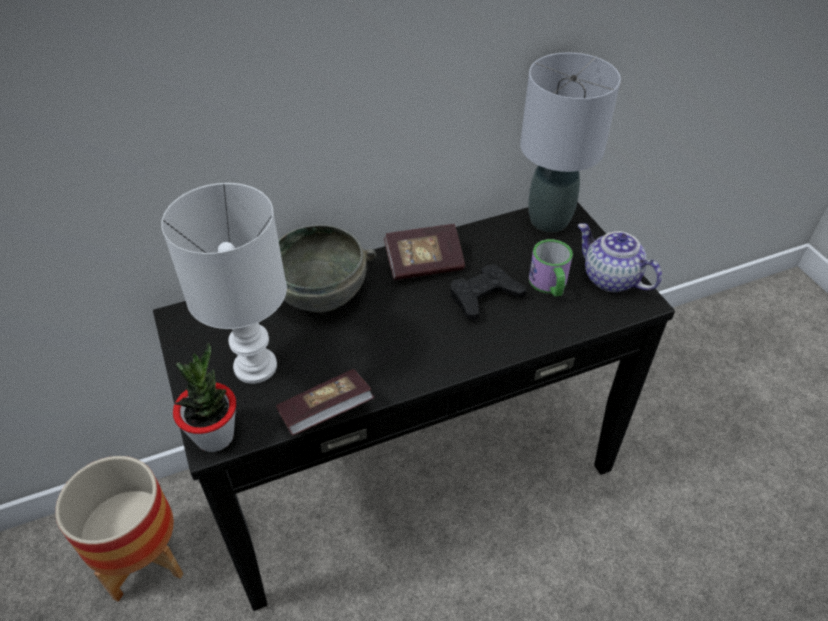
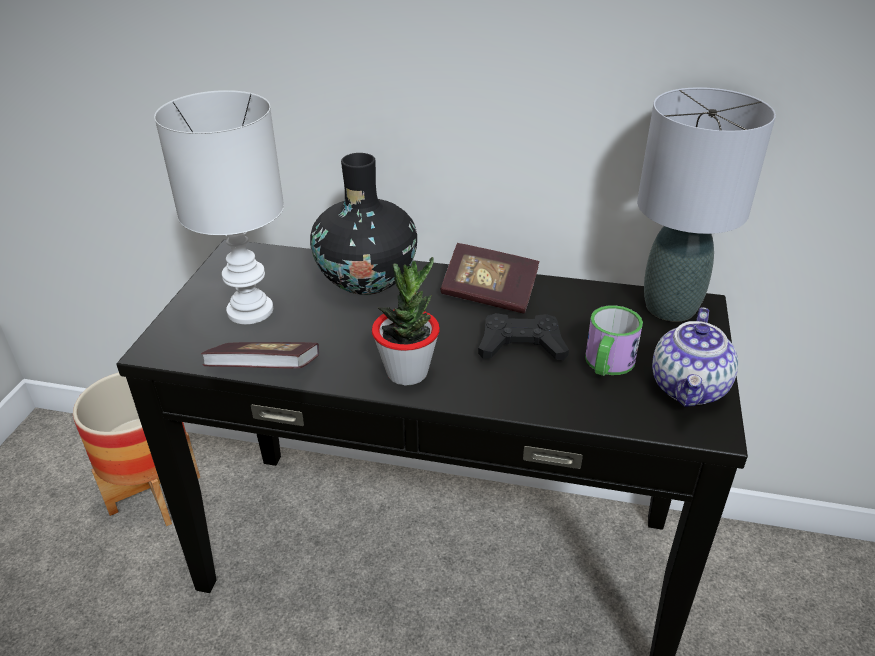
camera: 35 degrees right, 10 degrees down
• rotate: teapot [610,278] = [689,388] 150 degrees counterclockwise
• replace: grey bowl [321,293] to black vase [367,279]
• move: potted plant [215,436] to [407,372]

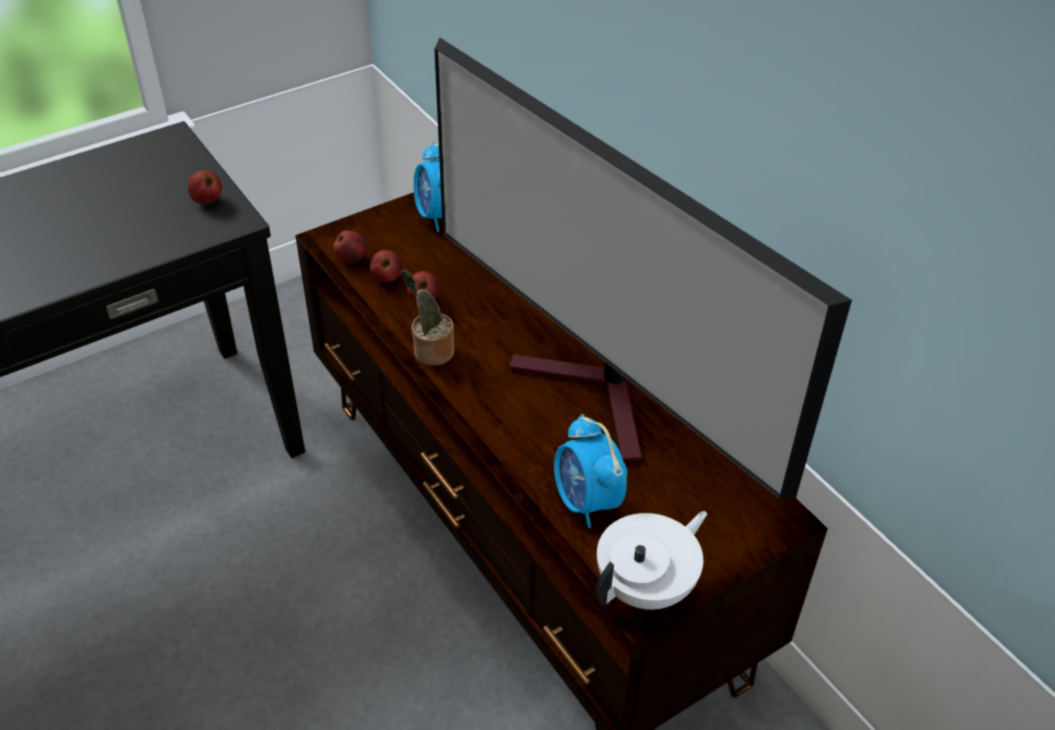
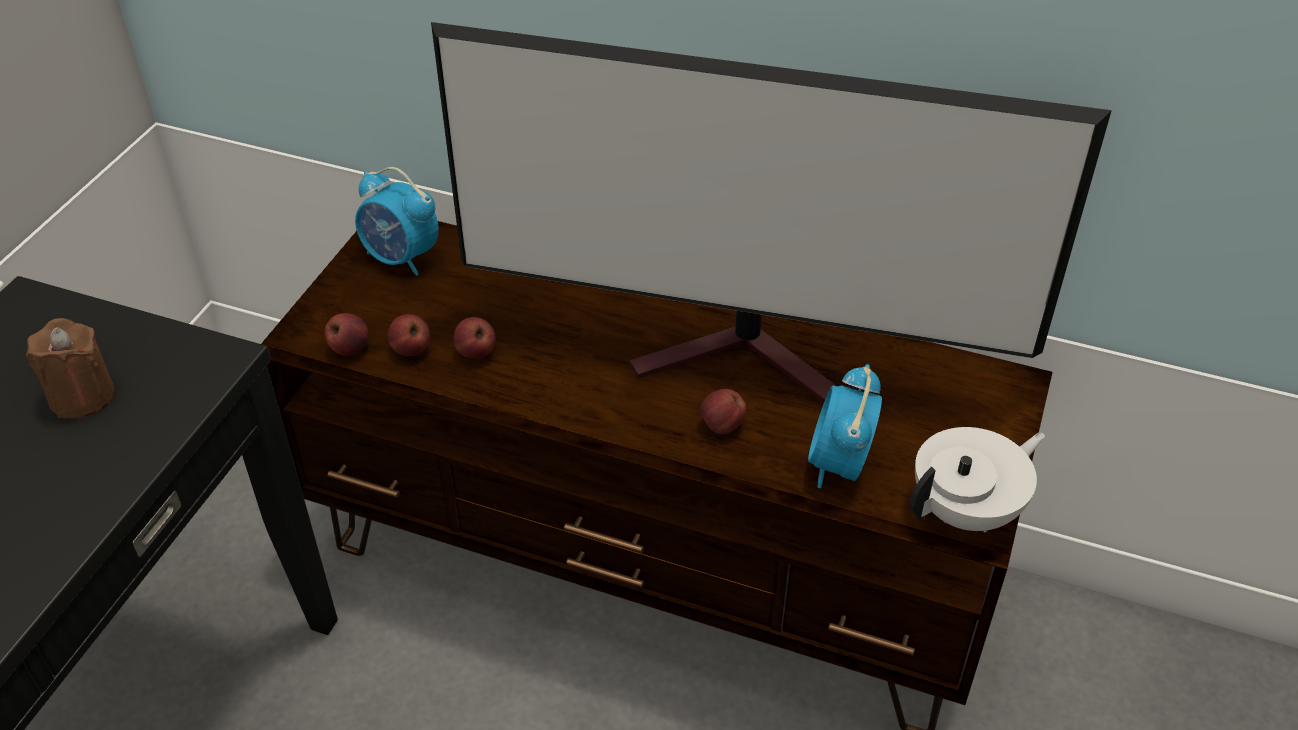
camera: 35 degrees left, 0 degrees up
• move: apple [207,200] to [721,426]
• delete: potted plant [430,352]
• rotate: alarm clock [586,502] = [839,465] 75 degrees clockwise
• rotate: white teapot [647,587] = [967,511] 45 degrees clockwise
• insert: brown candle [82,396]

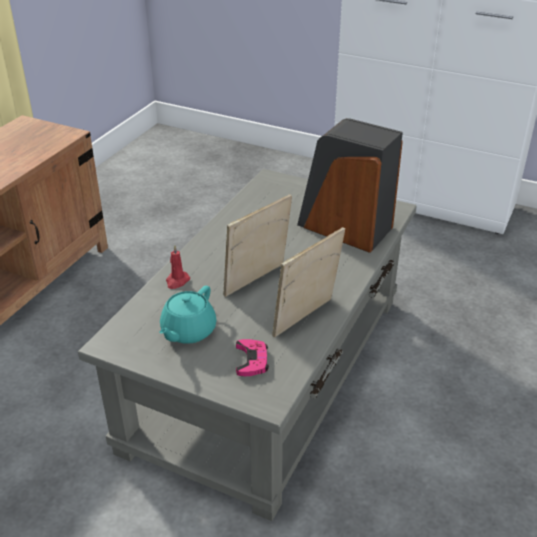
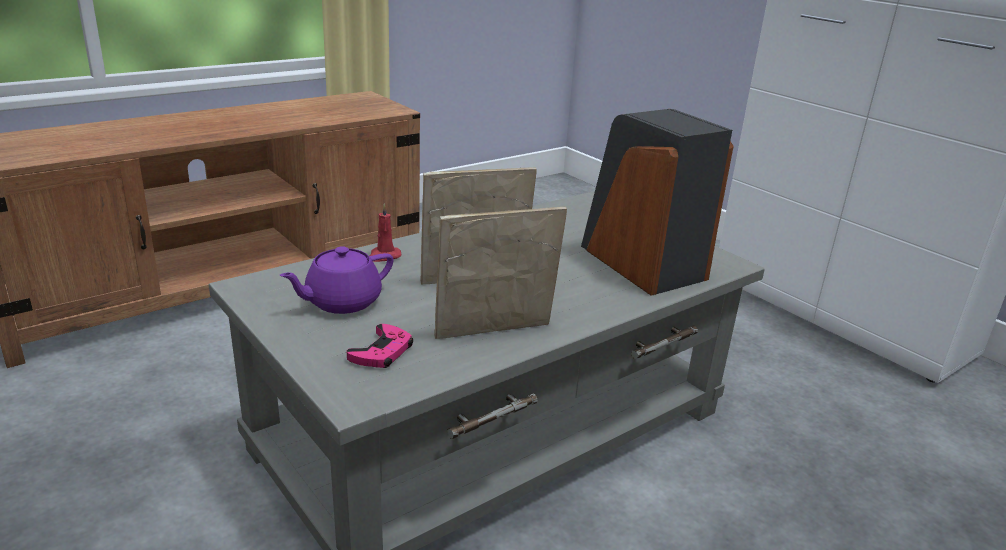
camera: 25 degrees right, 10 degrees down
• recolor: turquoise teapot [187,331] to purple teapot [341,302]

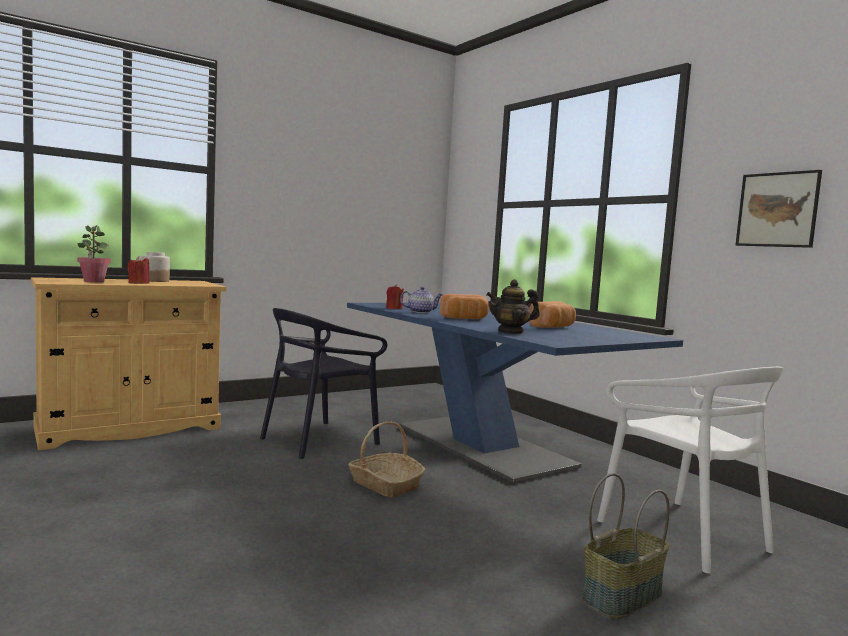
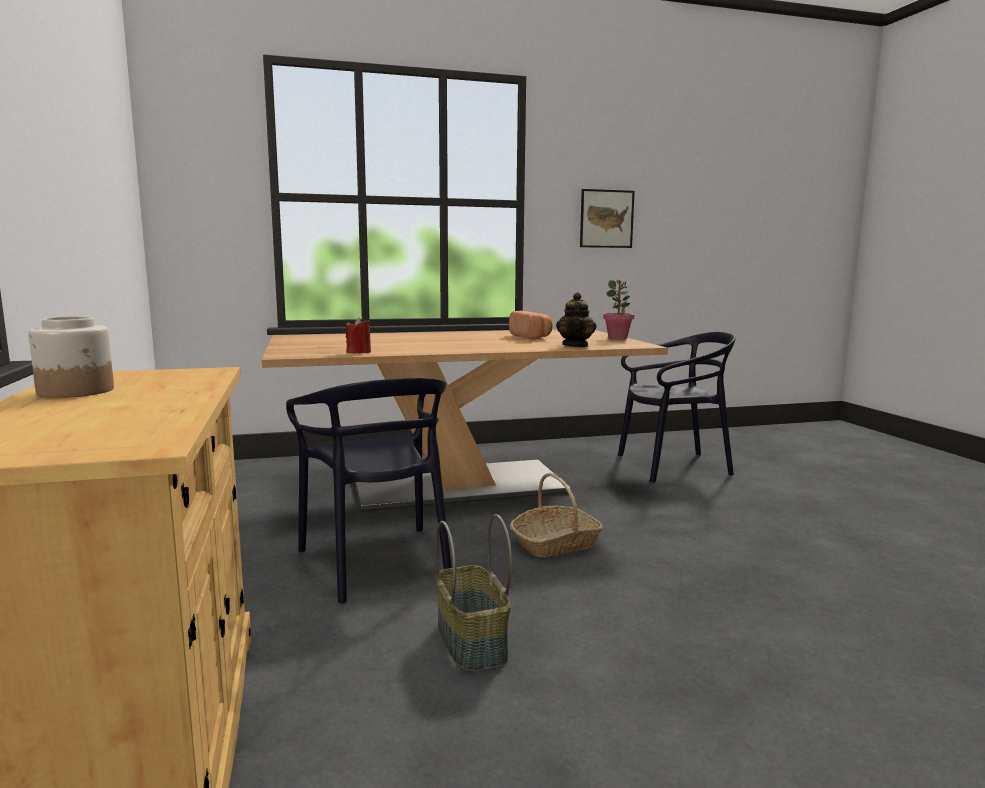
camera: 70 degrees left, 5 degrees up
• move: potted plant [93,281] to [618,338]
• delete: red candle [138,283]
• delete: teapot [421,312]
• delete: bread [465,319]
• recolor: blue dining table [483,447] to beige dining table [459,485]
• recolor: white chair [683,534] to black chair [672,466]
• move: basket [621,595] to [469,642]

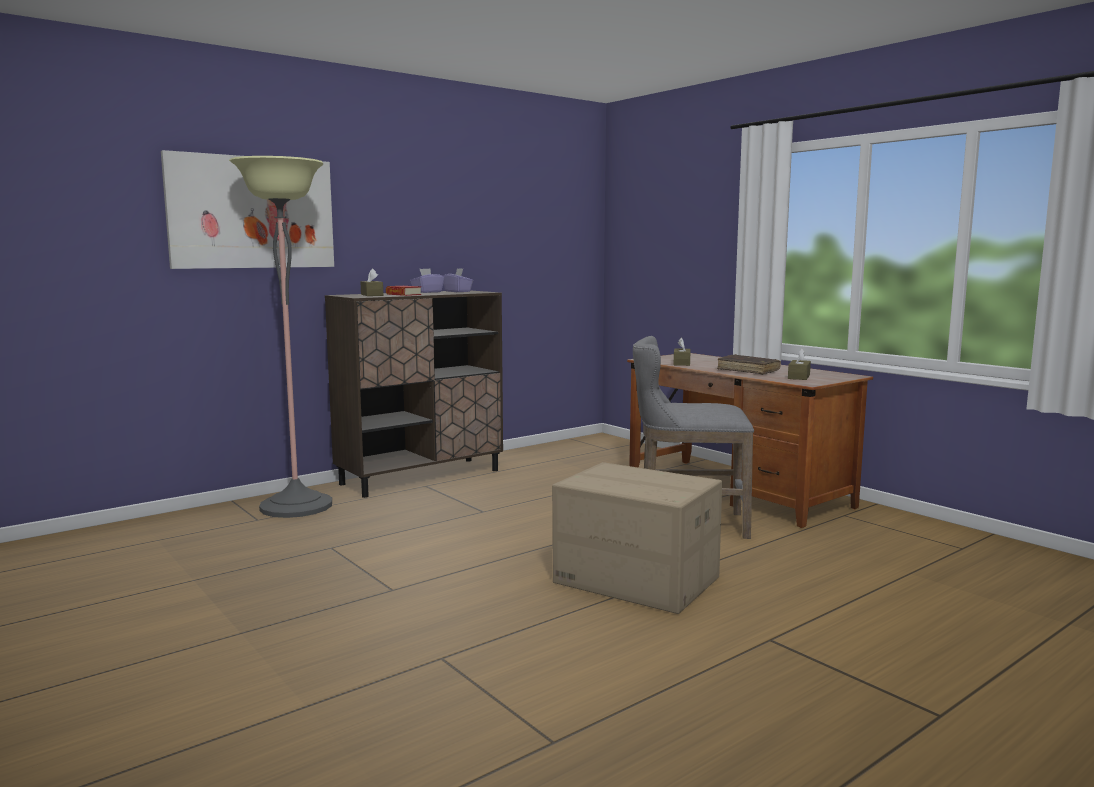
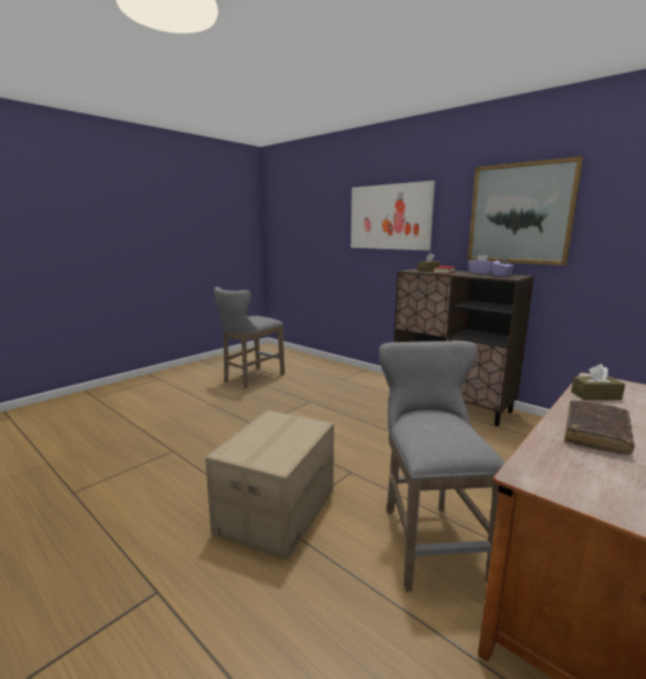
camera: 80 degrees right, 5 degrees up
• delete: floor lamp [296,506]
• delete: brown tissue box [798,377]
• insert: picture [520,214]
• insert: grey stool [251,378]

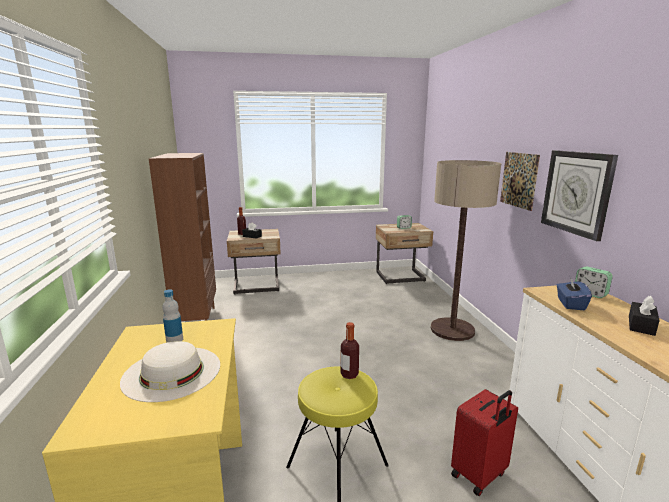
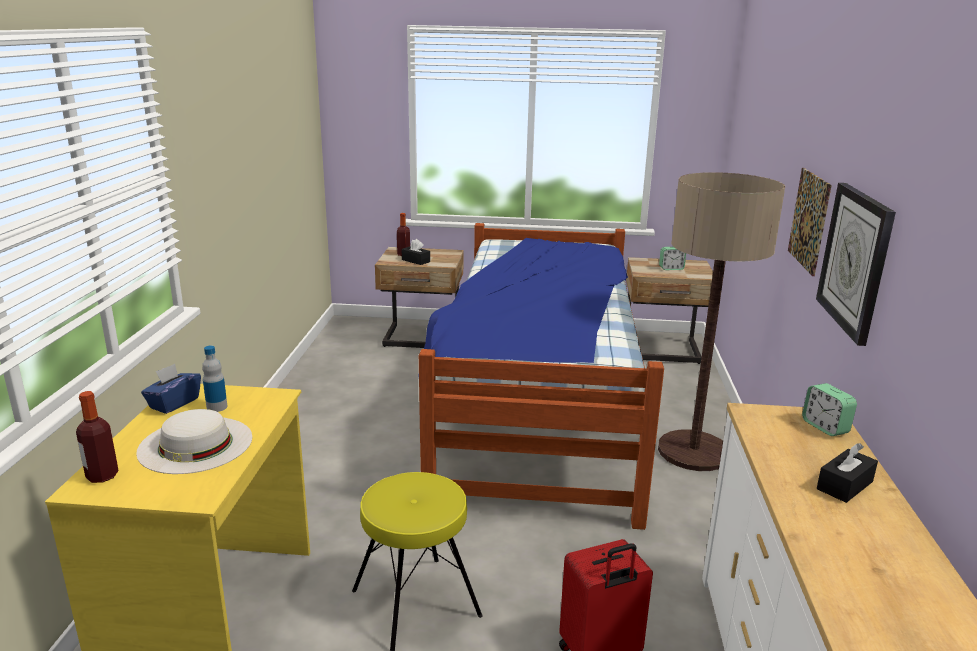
camera: 15 degrees right, 5 degrees up
• delete: brown bookcase [196,320]
• move: blue tissue box [570,304] to [174,403]
• move: bottle [349,374] to [102,476]
• insert: bed [537,406]

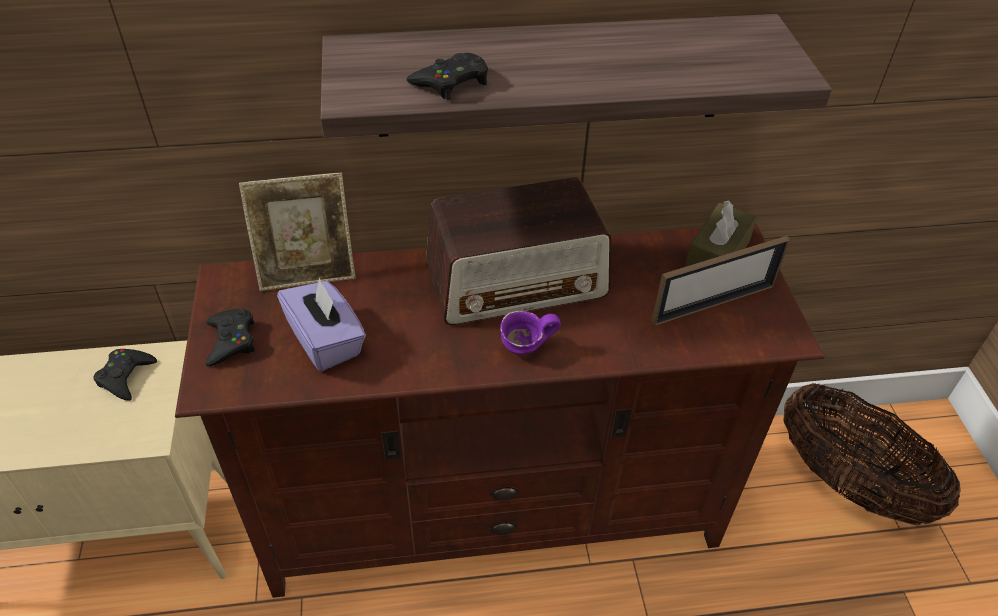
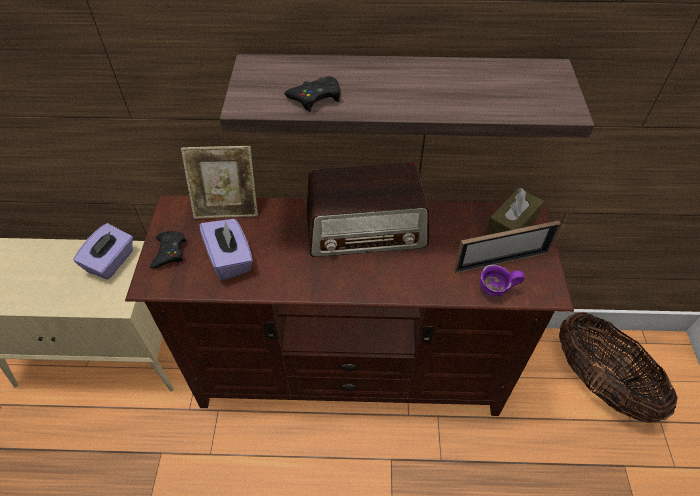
camera: 10 degrees right, 5 degrees up
• move: purple mug [526,350] to [495,292]
• replace: black game controller [125,377] to purple tissue box [111,262]

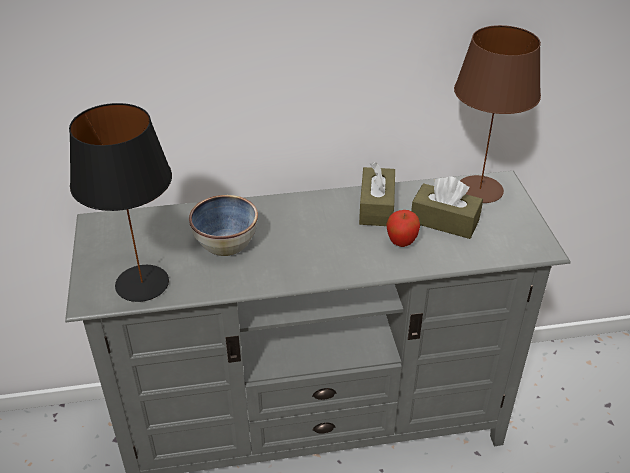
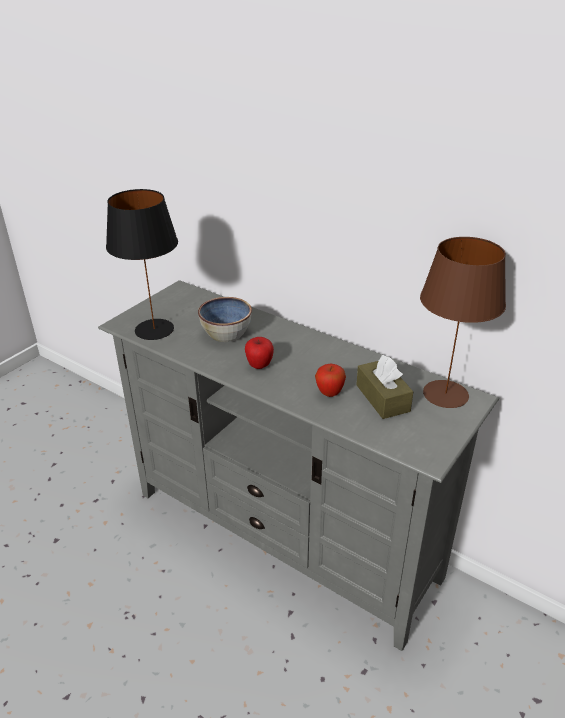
camera: 45 degrees right, 5 degrees down
• delete: brown tissue box [376,206]
• insert: apple [259,365]

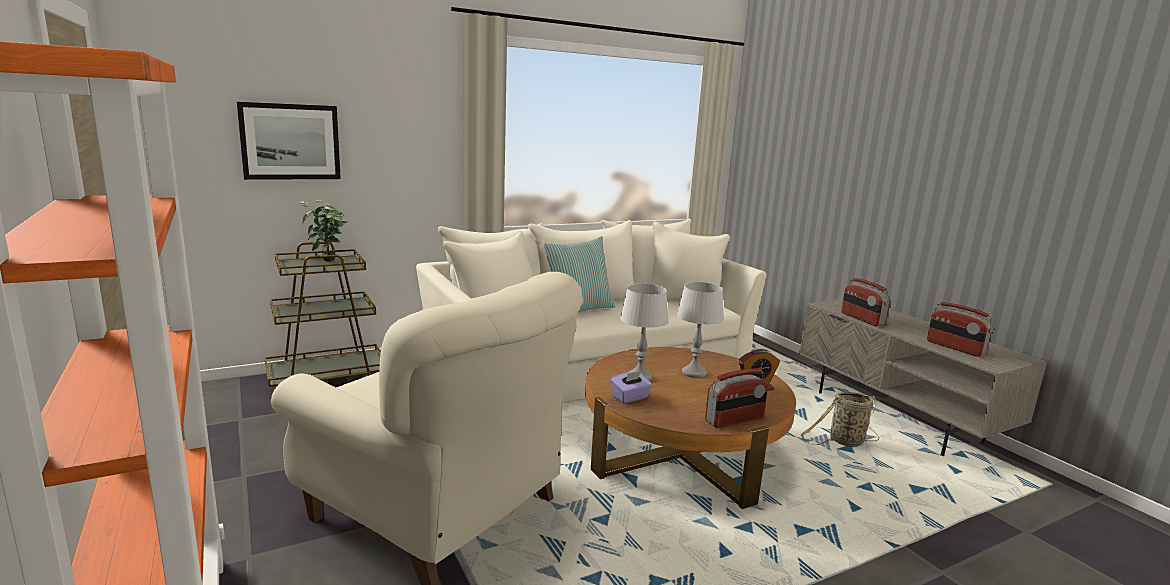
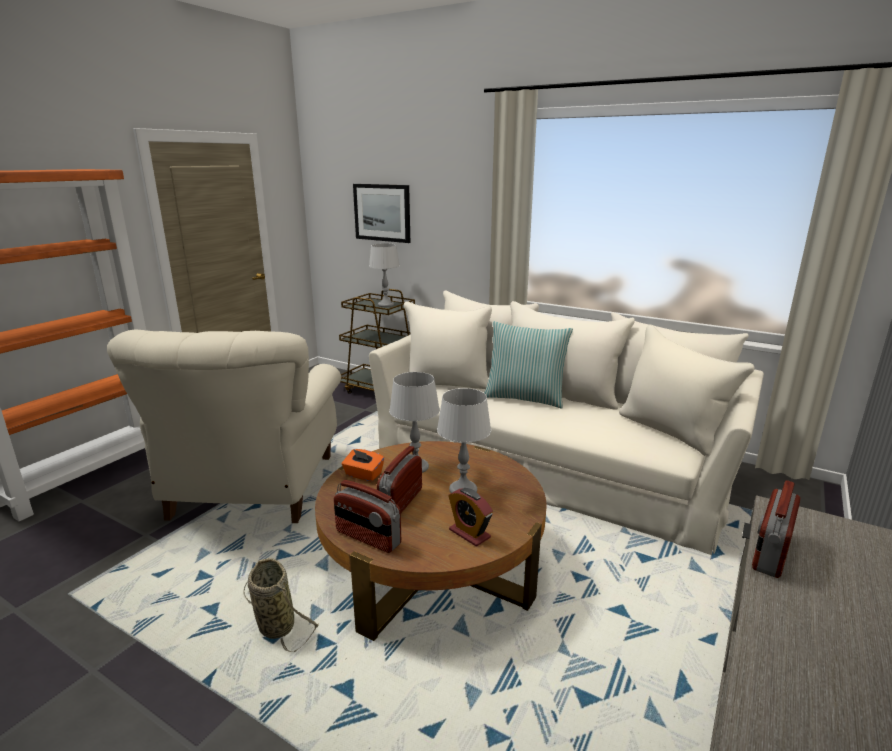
camera: 60 degrees right, 5 degrees up
• replace: potted plant [327,262] to grey table lamp [385,305]
• move: radio [955,348] to [400,502]
• recolor: purple tissue box [630,398] to orange tissue box [363,475]
• move: basket [844,442] to [275,624]

